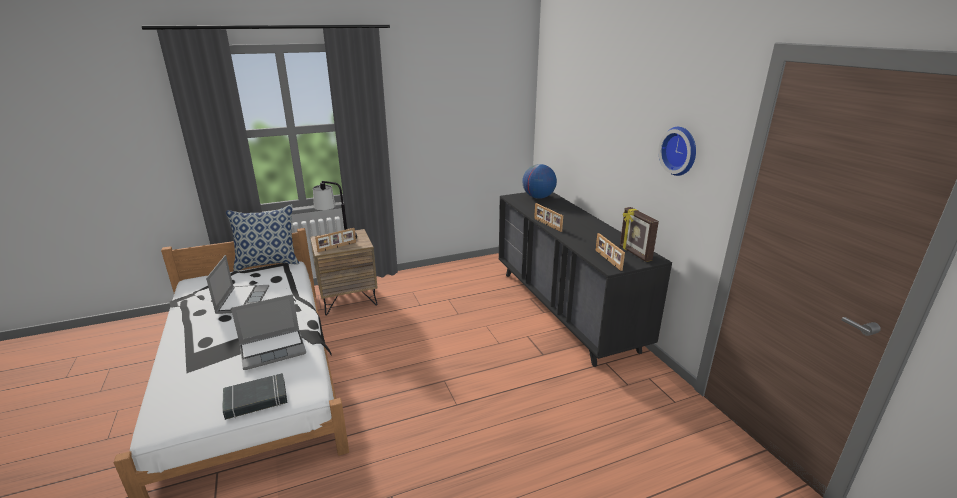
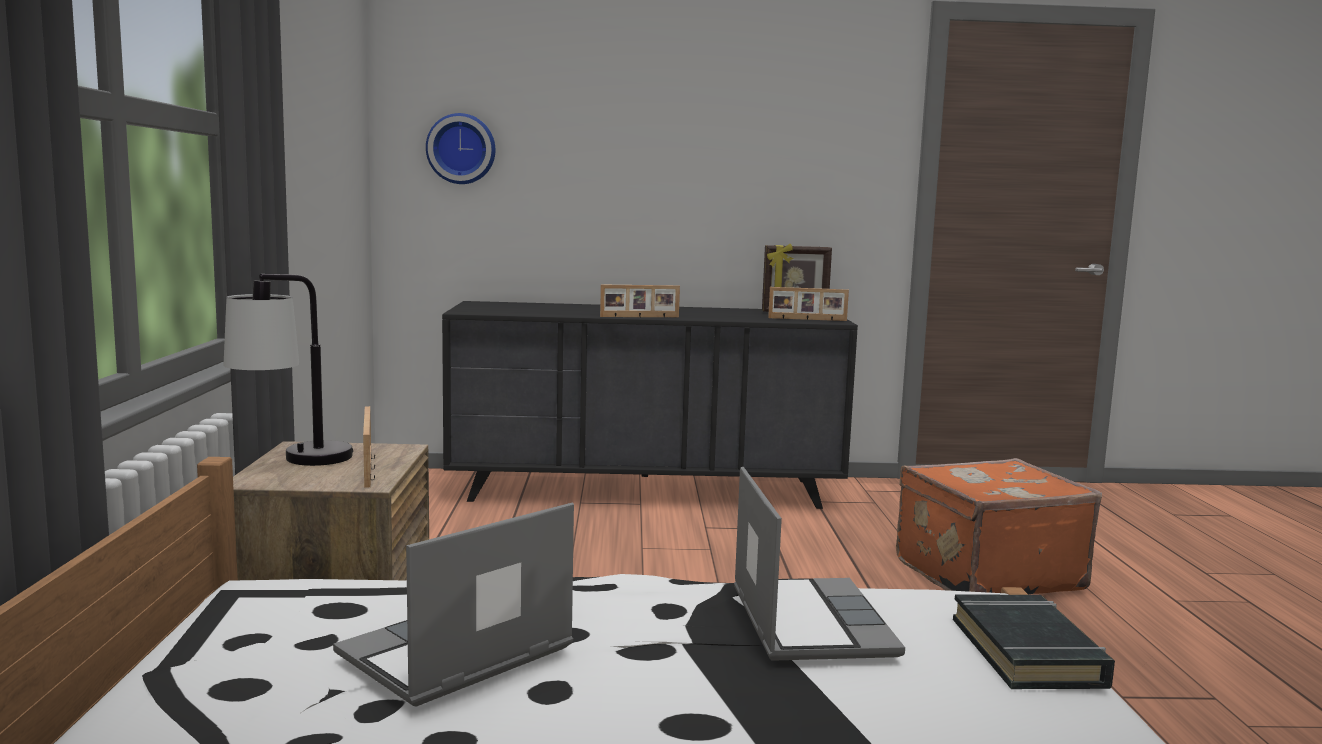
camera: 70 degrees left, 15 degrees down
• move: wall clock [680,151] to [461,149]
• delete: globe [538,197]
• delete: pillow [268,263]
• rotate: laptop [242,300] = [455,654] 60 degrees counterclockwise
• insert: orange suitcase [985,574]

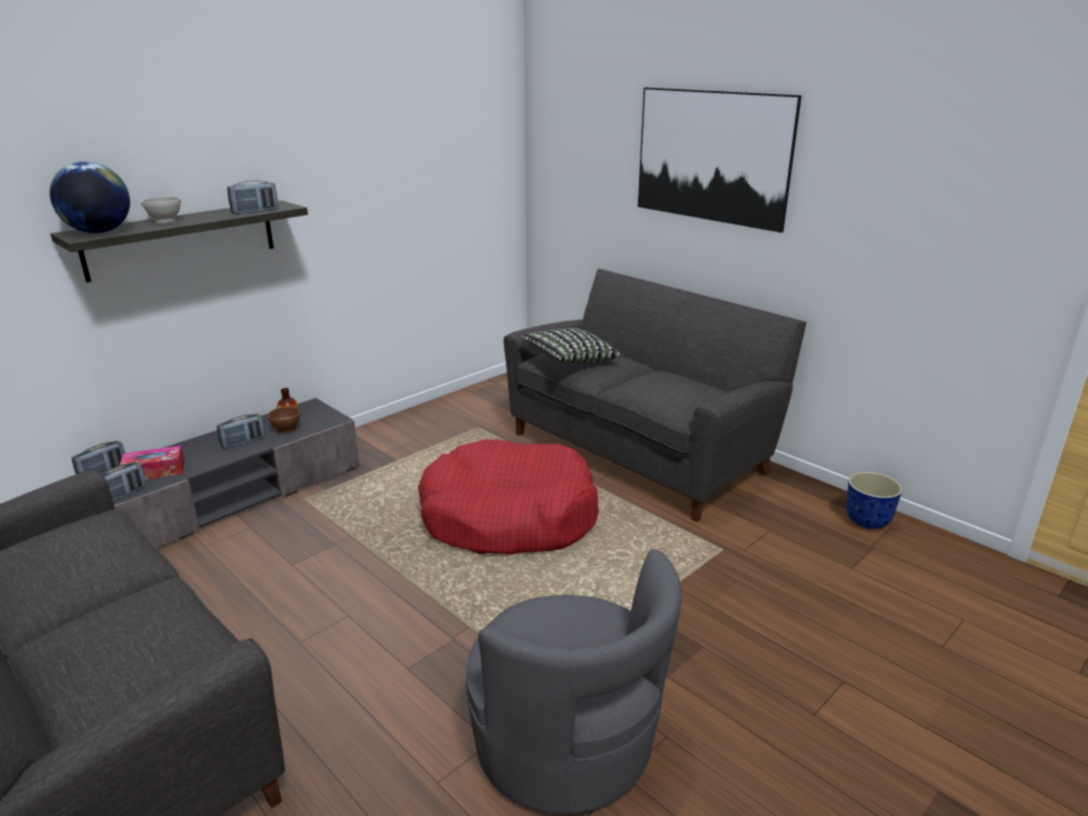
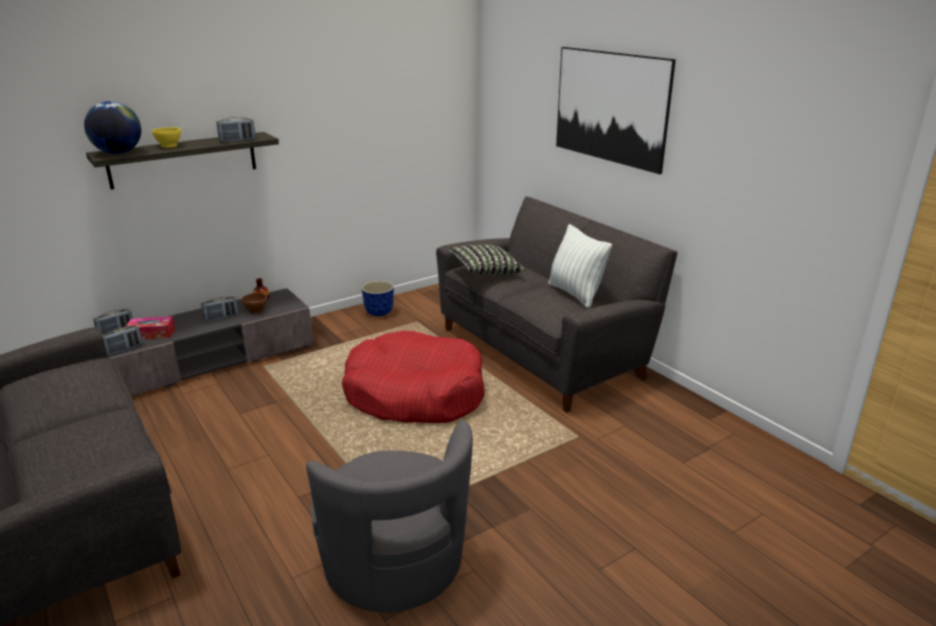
camera: 10 degrees right, 0 degrees up
• recolor: white bowl [165,221] to yellow bowl [169,146]
• move: planter [866,521] to [379,312]
• insert: pillow [575,294]

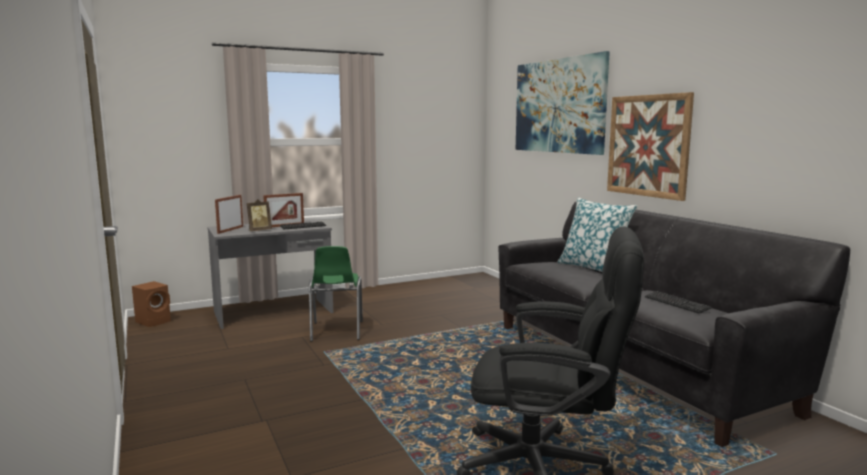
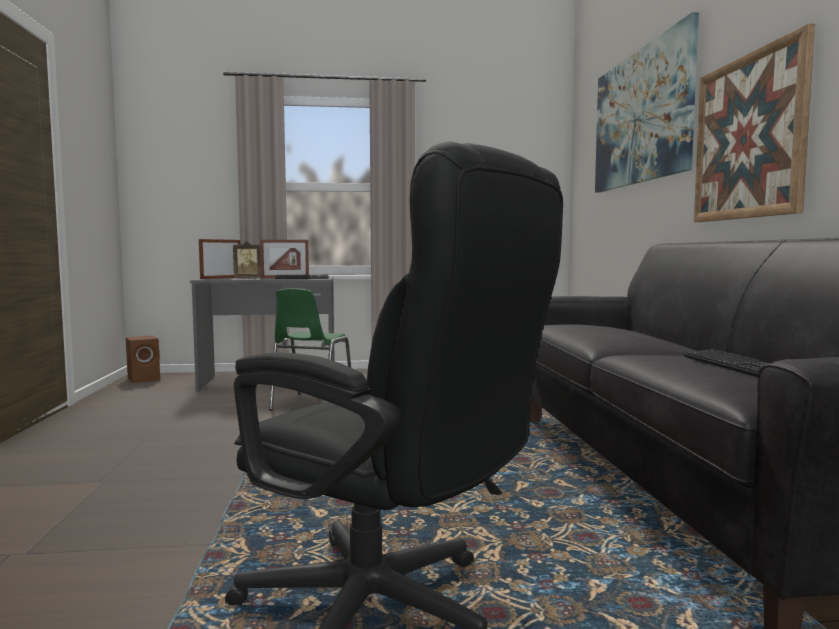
camera: 20 degrees right, 5 degrees down
• delete: pillow [593,268]

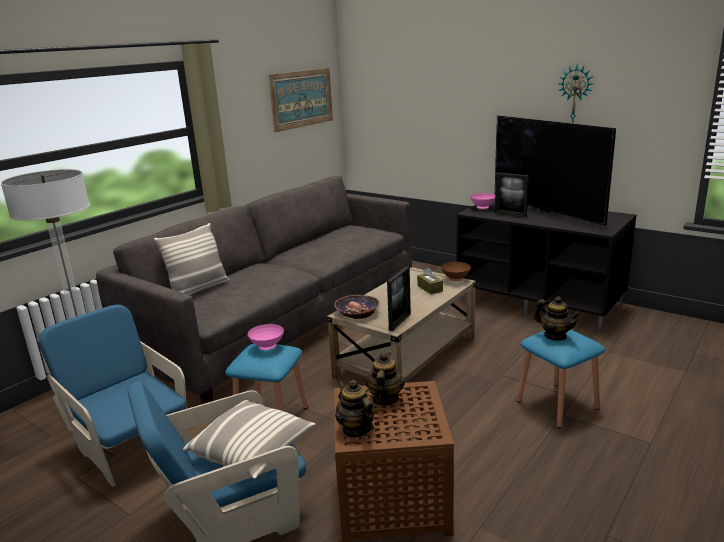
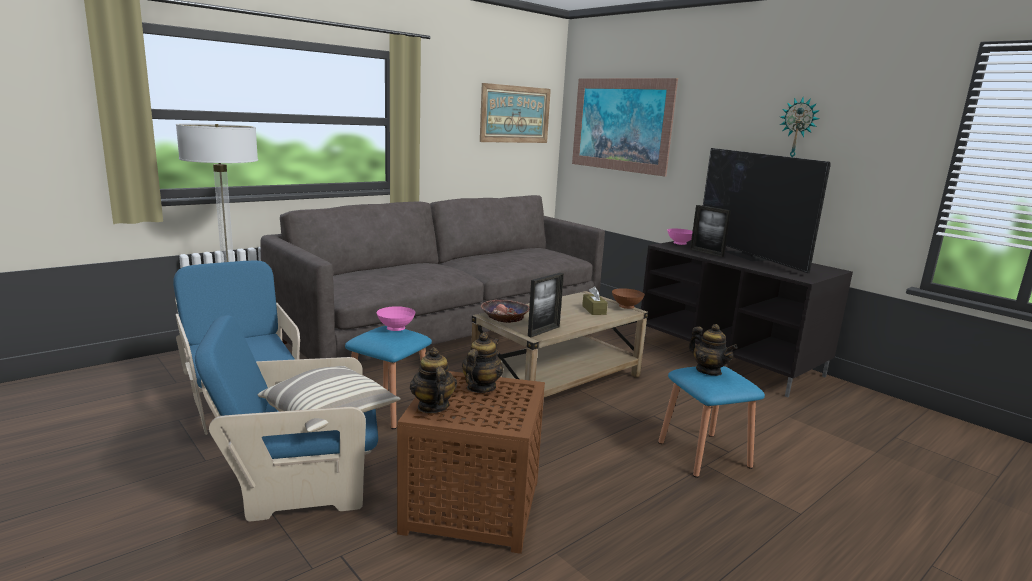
camera: 10 degrees right, 5 degrees down
• delete: pillow [198,290]
• insert: picture [621,125]

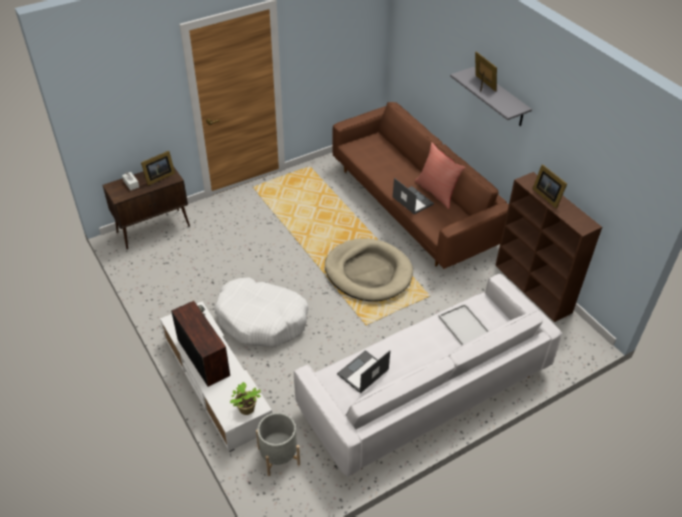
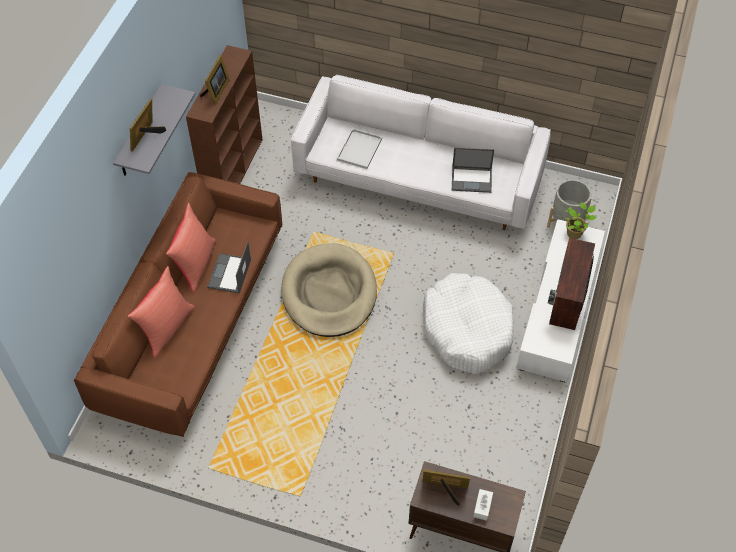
camera: 130 degrees left, 10 degrees up
• insert: red pillow [166,328]

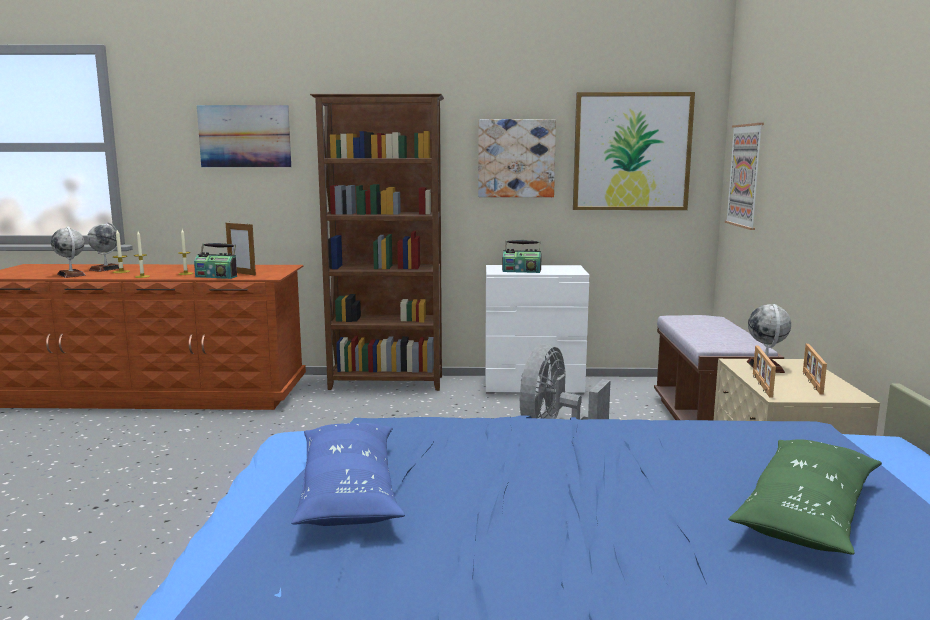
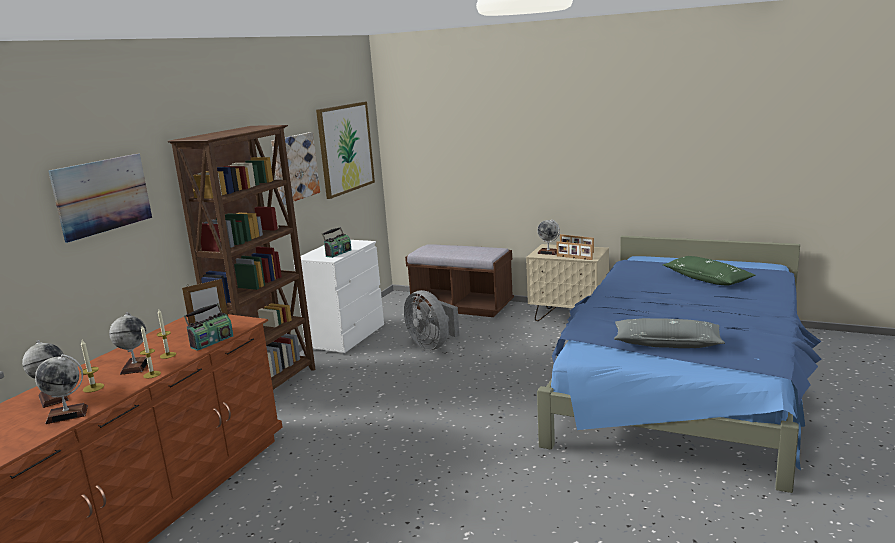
camera: 65 degrees left, 5 degrees up
• delete: picture [745,175]
• recolor: blue pillow [349,492] to grey pillow [667,343]
• insert: globe [135,366]

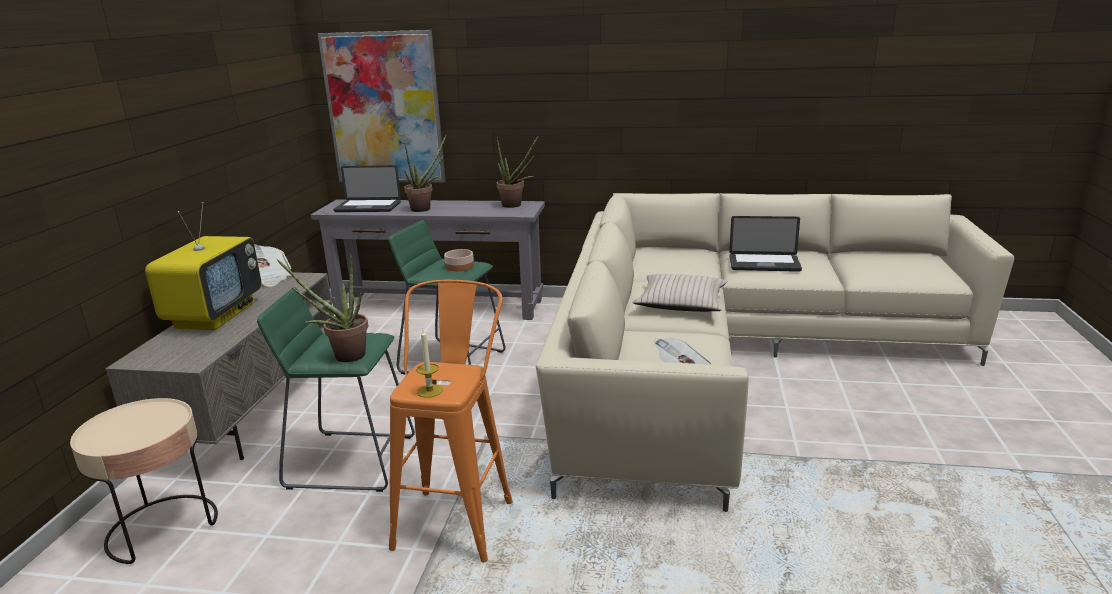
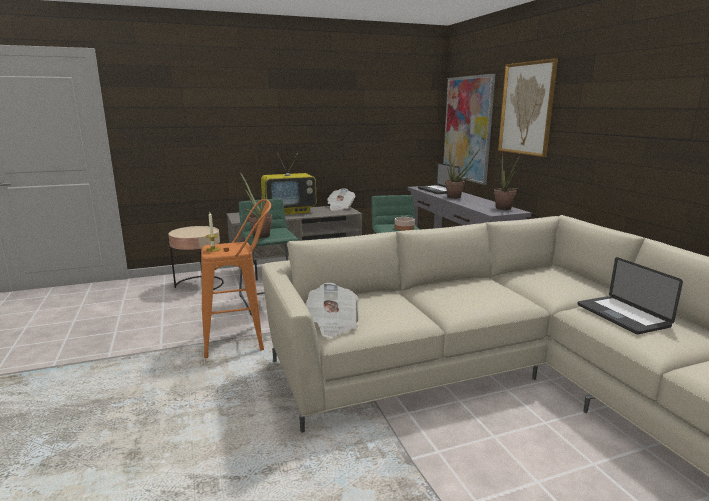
camera: 60 degrees right, 5 degrees down
• delete: beige pillow [681,303]
• insert: picture [526,108]

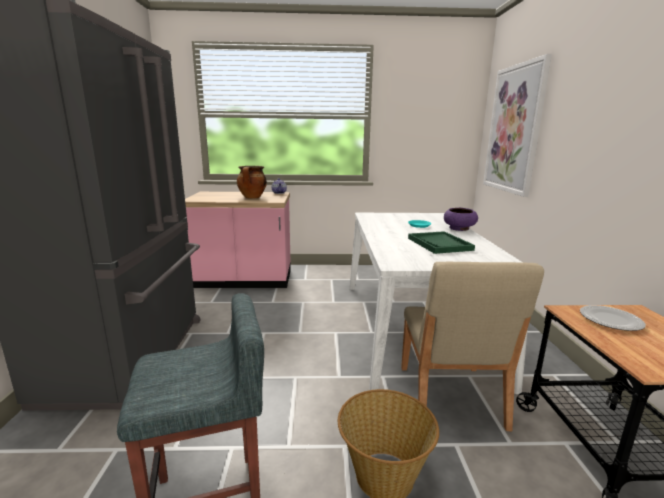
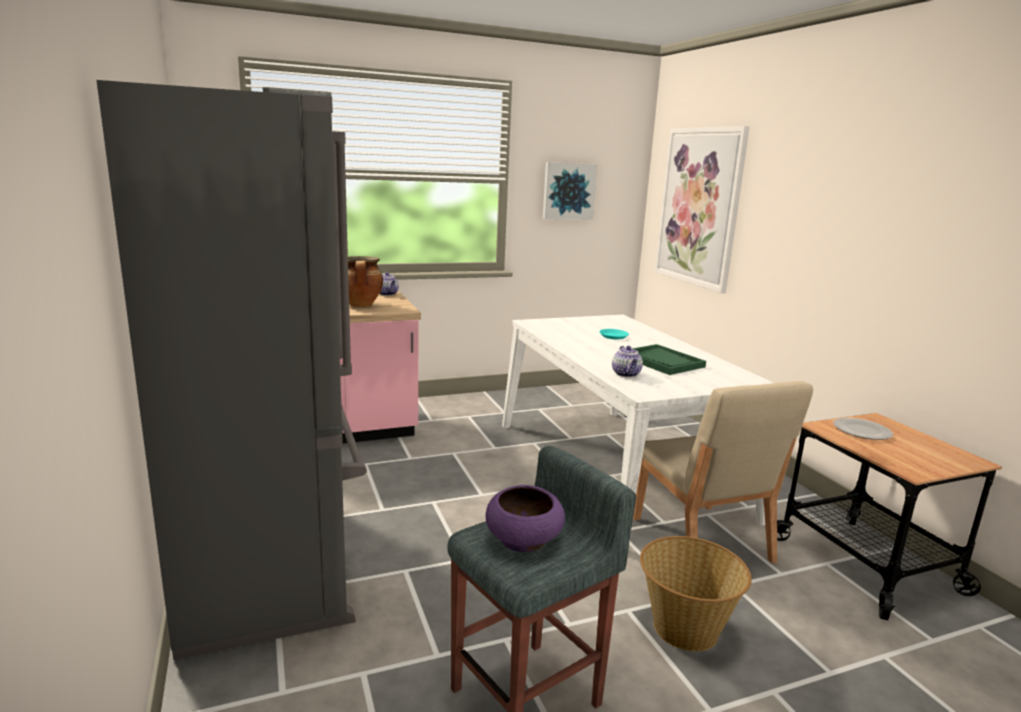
camera: 20 degrees left, 0 degrees up
• move: purple bowl [459,229] to [524,540]
• insert: picture [568,191]
• insert: teapot [626,374]

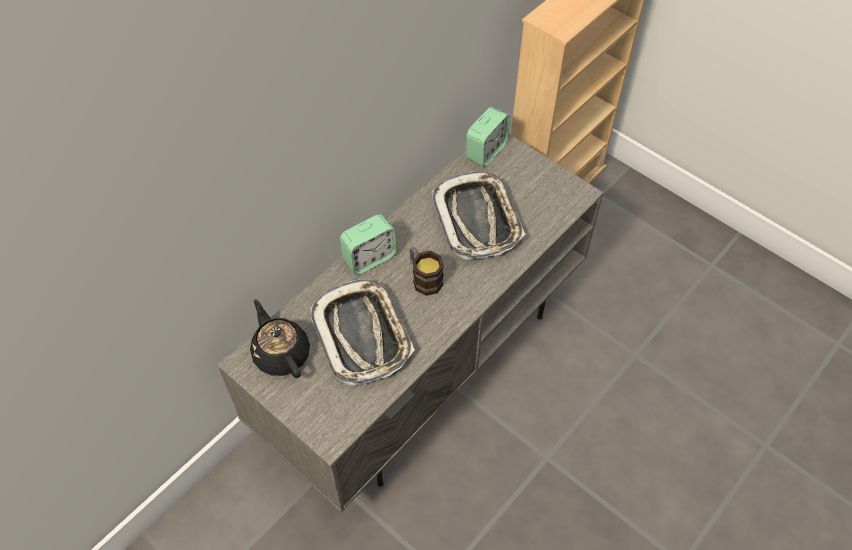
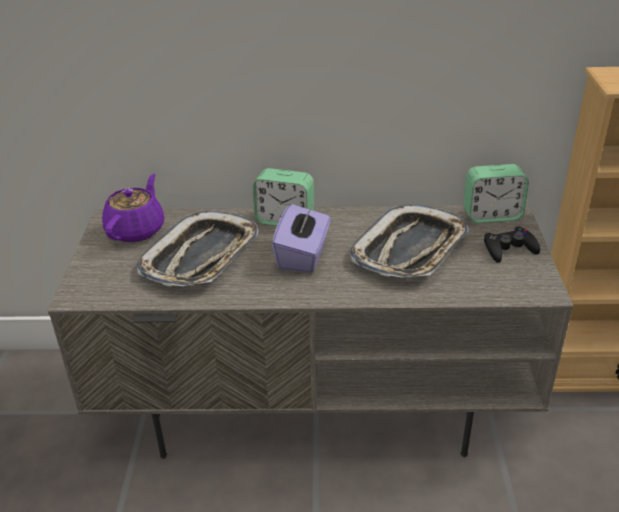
camera: 50 degrees right, 20 degrees down
• replace: mug [424,278] to purple tissue box [303,256]
• recolor: black teapot [281,353] to purple teapot [136,230]
• insert: black game controller [509,249]

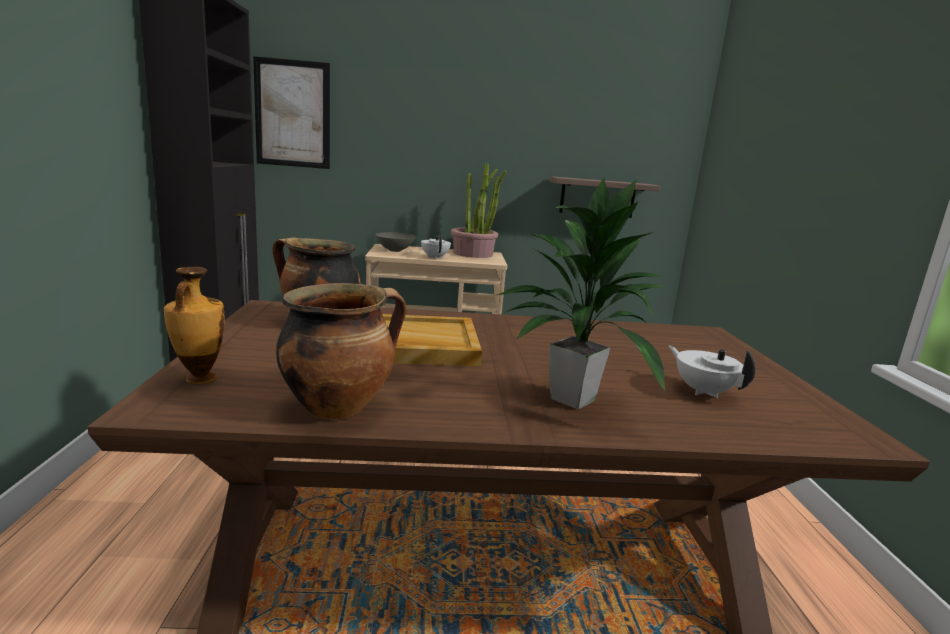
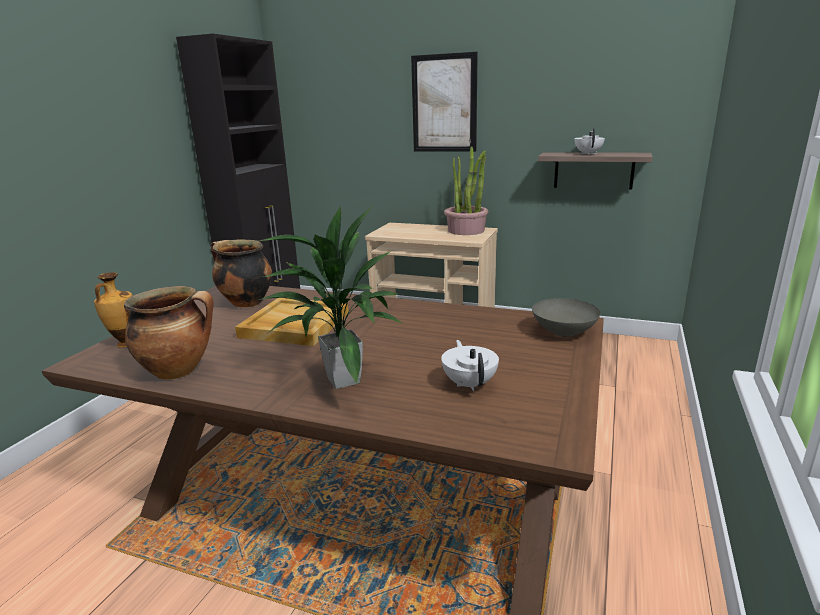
camera: 25 degrees right, 5 degrees up
• move: picture [293,114] to [444,104]
• move: grey bowl [394,250] to [563,333]
• move: white teapot [435,257] to [588,154]

